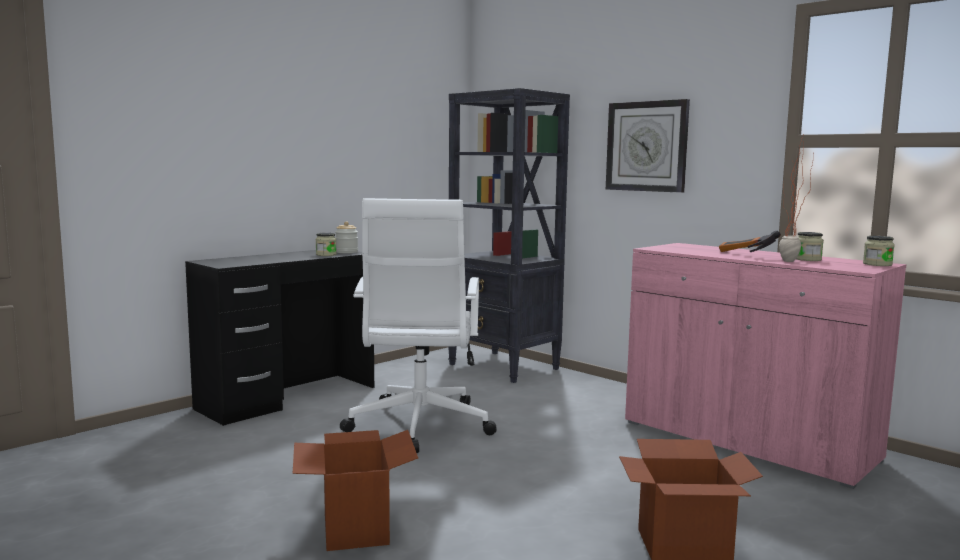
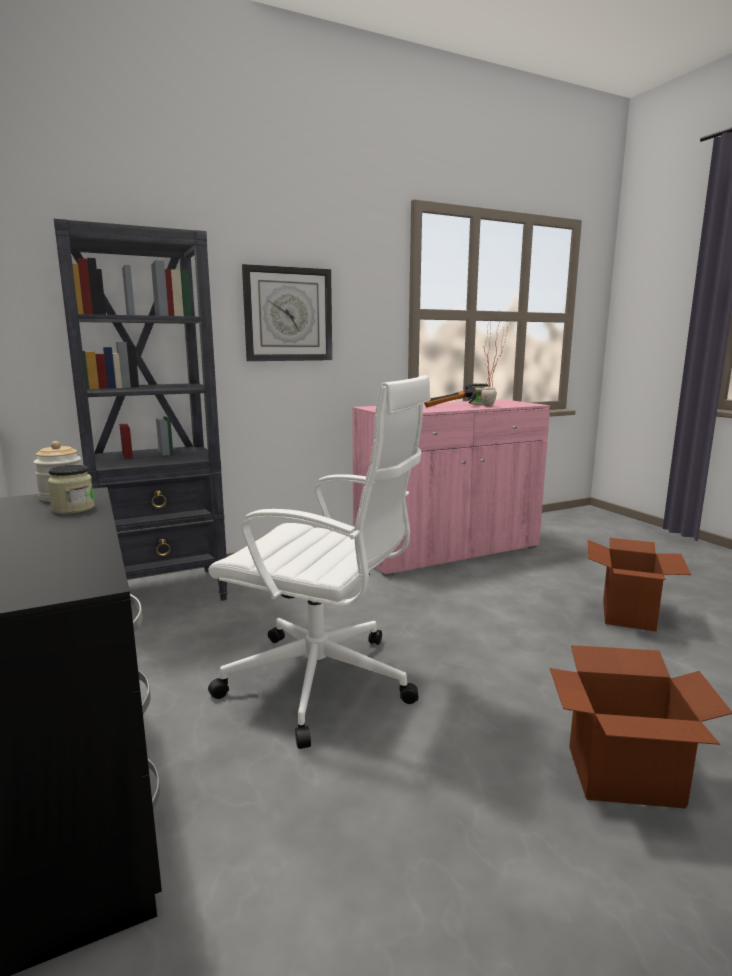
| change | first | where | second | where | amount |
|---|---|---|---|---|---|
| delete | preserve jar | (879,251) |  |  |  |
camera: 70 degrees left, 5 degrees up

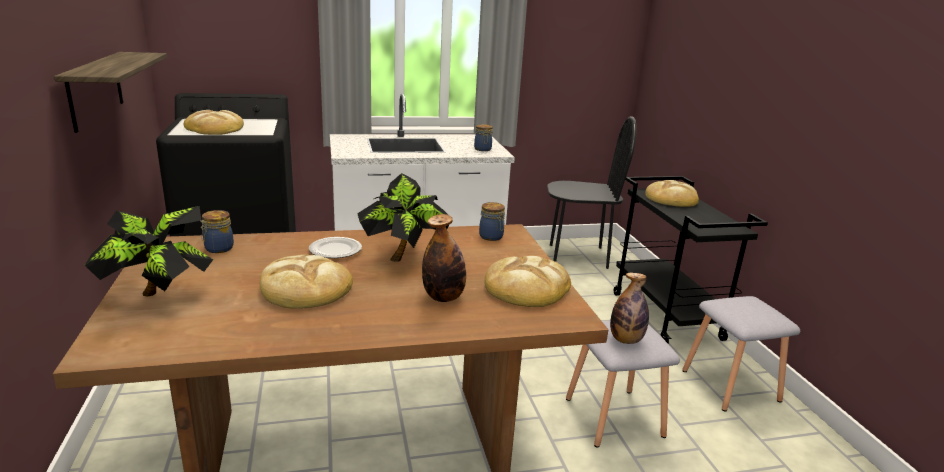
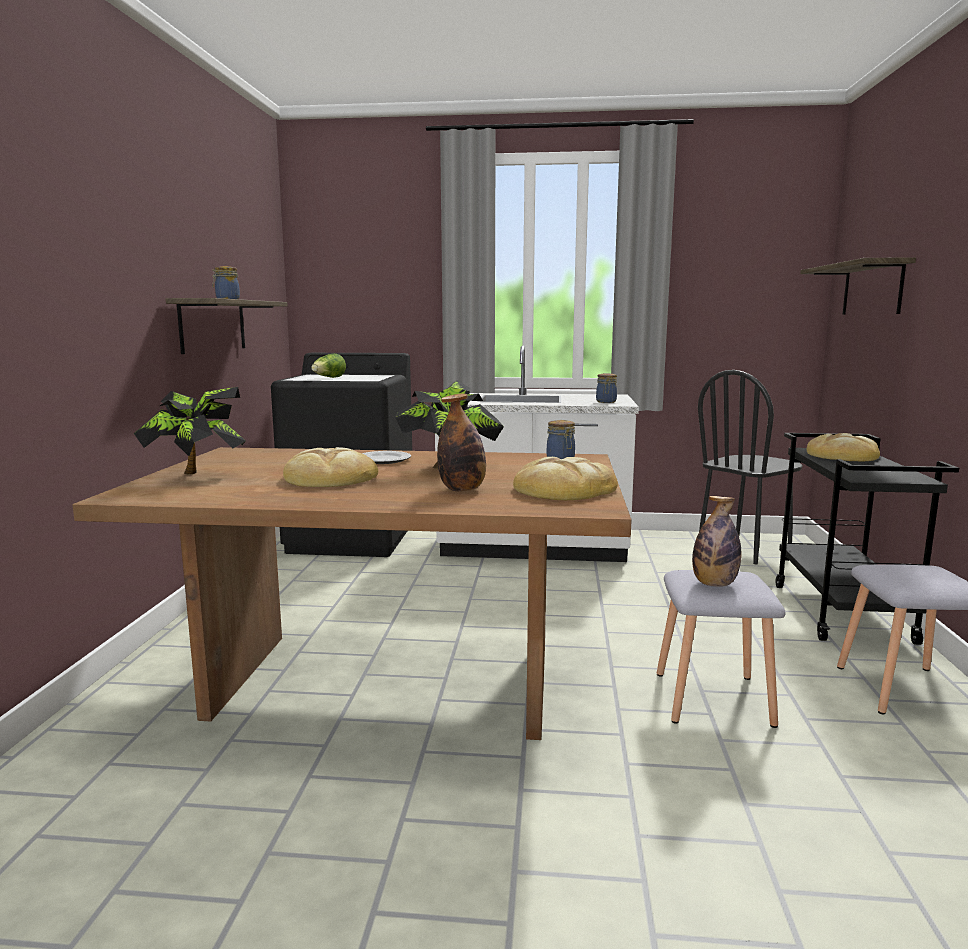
| change | first | where | second | where | amount |
|---|---|---|---|---|---|
| move | preserve jar | (217,231) |  | (226,282) |  |
| replace | bread | (214,122) | head of lettuce | (328,366) |  |
| rotate | blackish plain chair | (592,192) |  | (750,467) | 120 degrees clockwise |
| insert |  |  | wall shelf | (858,286) |  |
camera: 20 degrees right, 10 degrees down

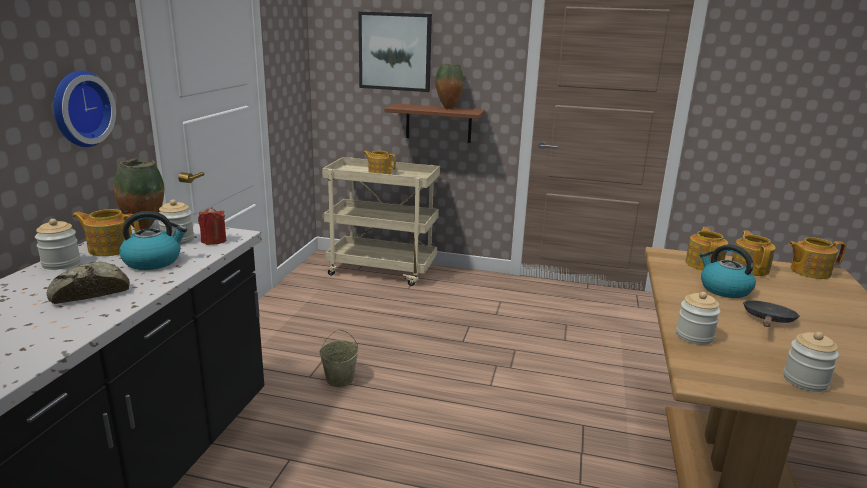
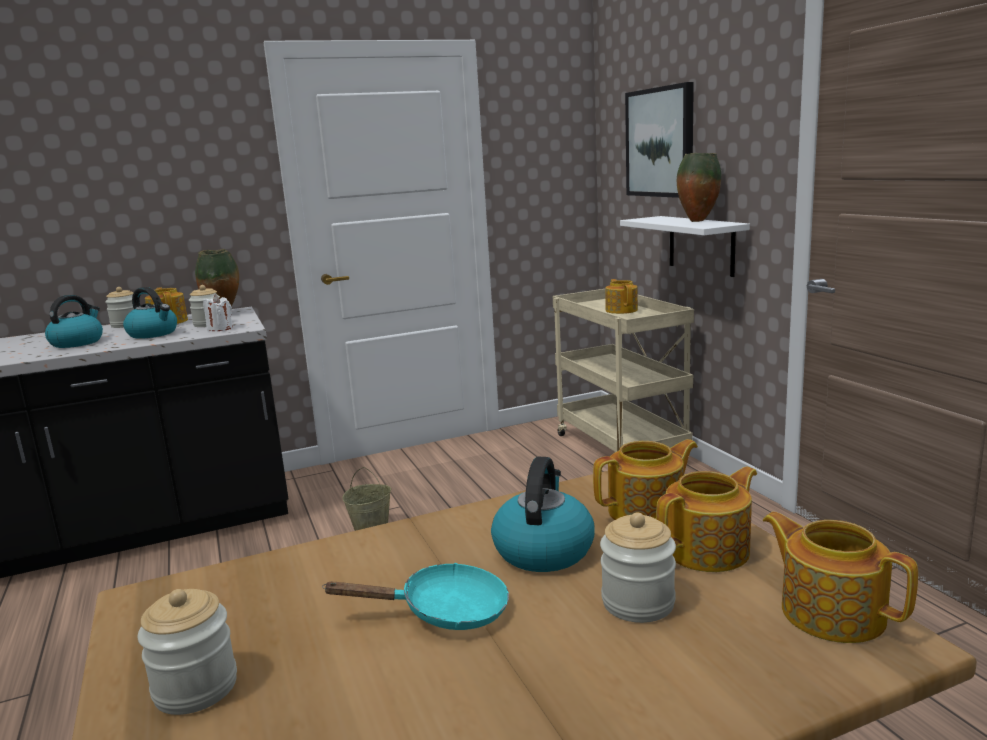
| change | first | where | second | where | amount |
|---|---|---|---|---|---|
| replace | bread | (88,283) | water kettle | (74,321) |  |
| recolor | red candle | (212,226) | white-coloured candle | (218,313) |  |
| recolor | blackish pan | (771,313) | turquoise-coloured pan | (415,596) |  |
| move | preserve jar | (698,318) |  | (638,567) |  |
| recolor | brownish wall shelf | (434,123) | white-coloured wall shelf | (685,246) |  |
| delete | hanging clock | (84,109) |  |  |  |
camera: 55 degrees right, 5 degrees down

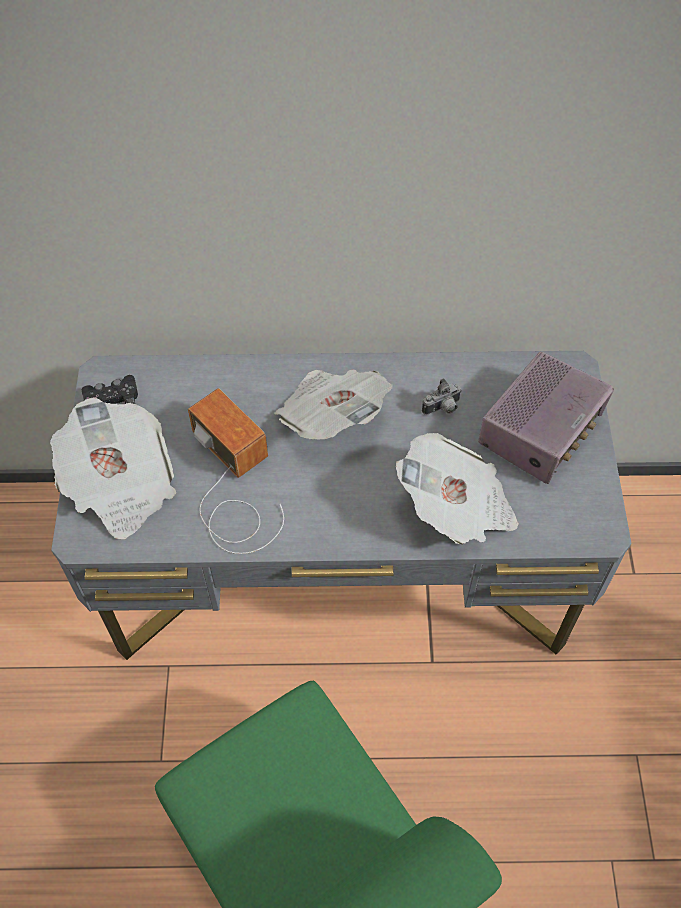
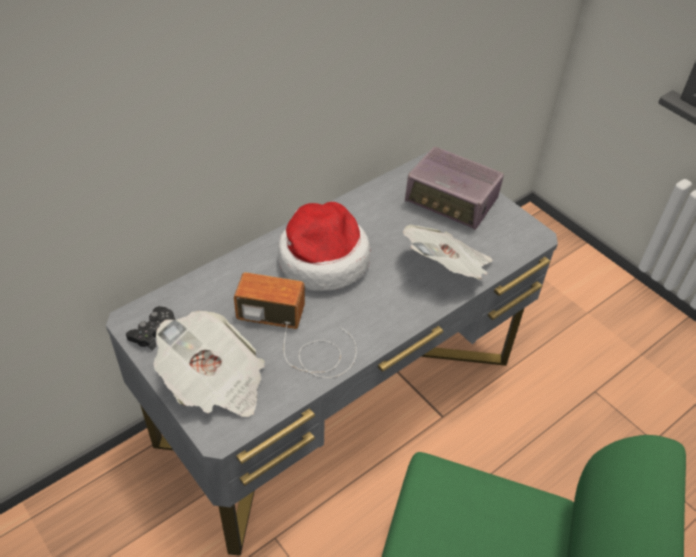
| change | first | where | second | where | amount |
|---|---|---|---|---|---|
| replace | newspaper | (334,404) | clothing hat | (324,246) |  |
| rotate | radio receiver | (546,418) |  | (454,188) | 120 degrees clockwise |
| delete | photo camera | (442,396) |  |  |  |
camera: 40 degrees left, 10 degrees down

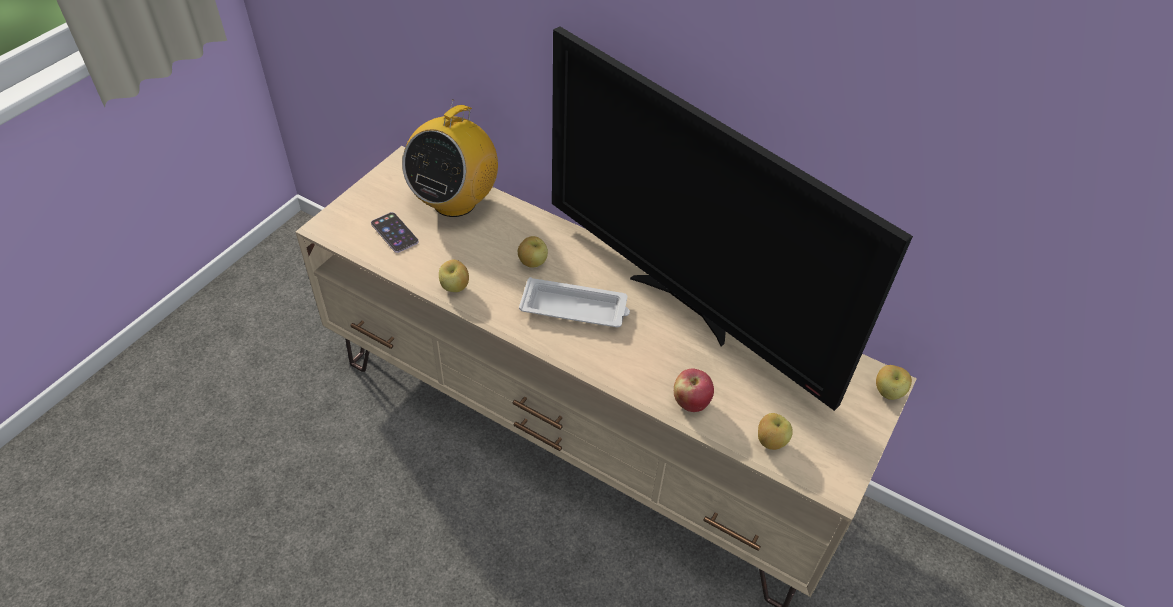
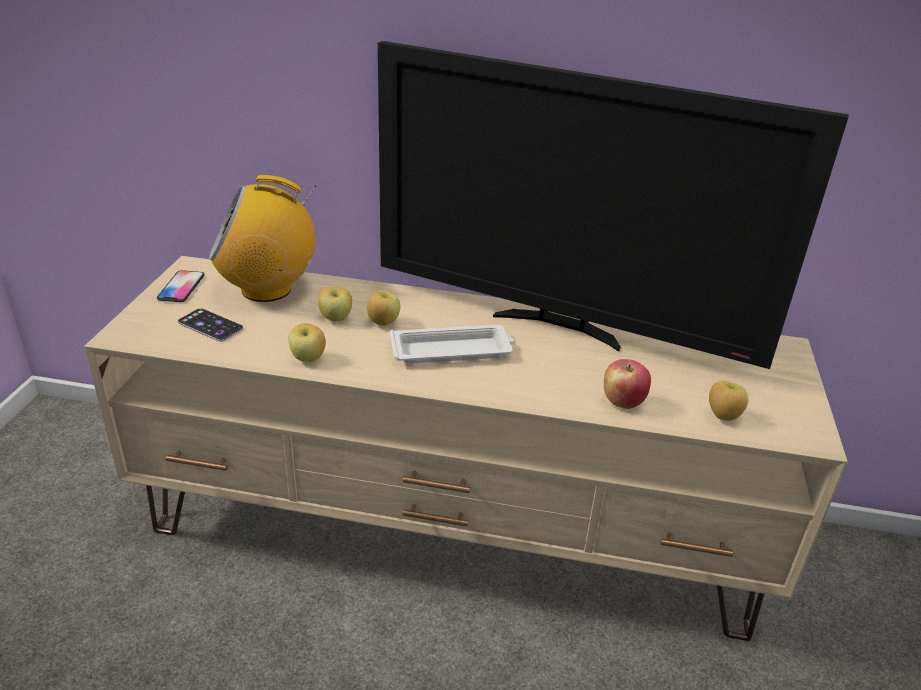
| change | first | where | second | where | amount |
|---|---|---|---|---|---|
| insert |  |  | handset | (181,286) |  |
| rotate | radio receiver | (450,158) |  | (263,238) | 75 degrees clockwise |
| move | apple fruit | (894,382) |  | (335,304) |  |
camera: 20 degrees left, 15 degrees down

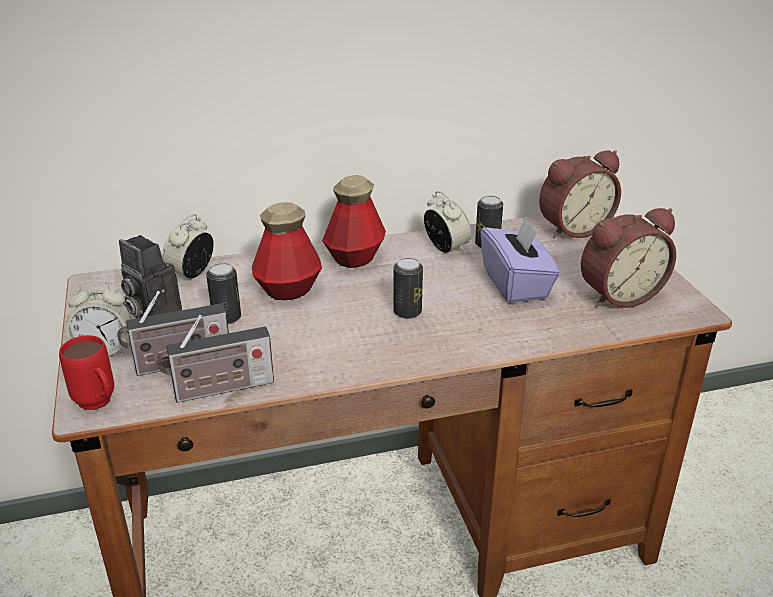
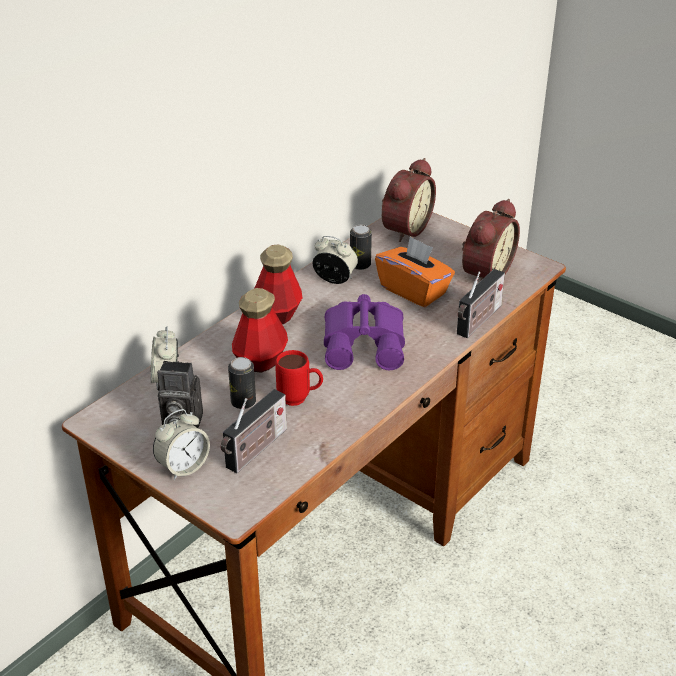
| change | first | where | second | where | amount |
|---|---|---|---|---|---|
| move | red mug | (86,372) |  | (299,378) |  |
| replace | can | (408,288) | purple-coloured binoculars | (364,332) |  |
| recolor | purple-coloured box of tissues | (520,259) | orangey box of tissues | (415,271) |  |
| move | radio receiver | (215,359) |  | (481,303) |  |
camera: 35 degrees left, 5 degrees up

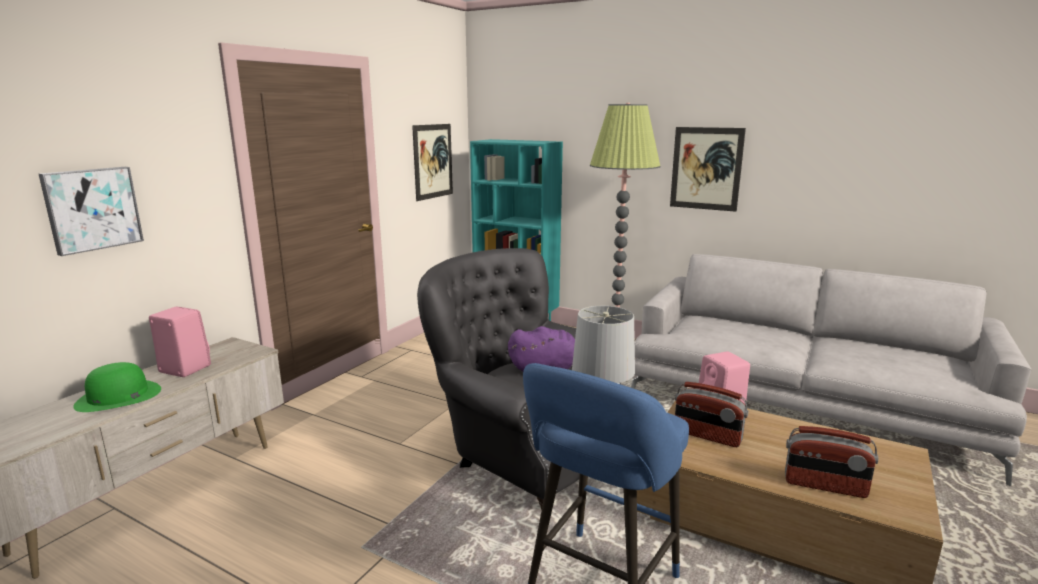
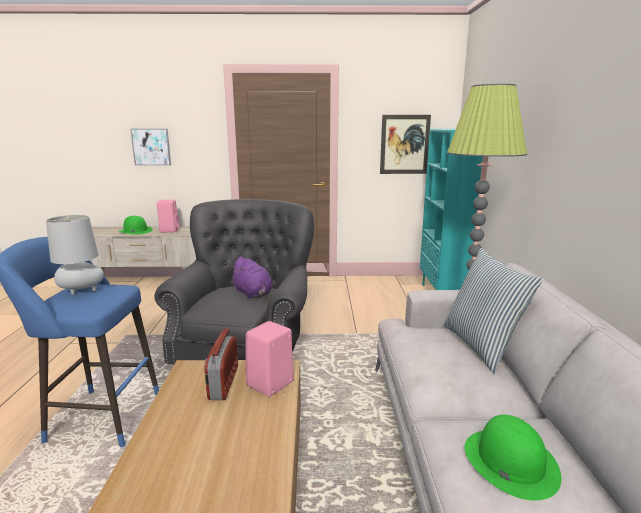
| change | first | where | second | where | amount |
|---|---|---|---|---|---|
| insert |  |  | throw pillow | (494,311) |  |
| insert |  |  | green clothing hat | (513,458) |  |
| delete | wall picture | (708,169) |  |  |  |
| delete | radio receiver | (831,462) |  |  |  |
camera: 60 degrees right, 0 degrees up

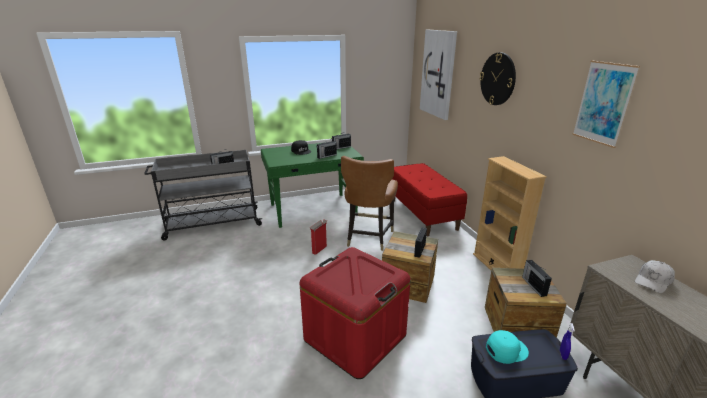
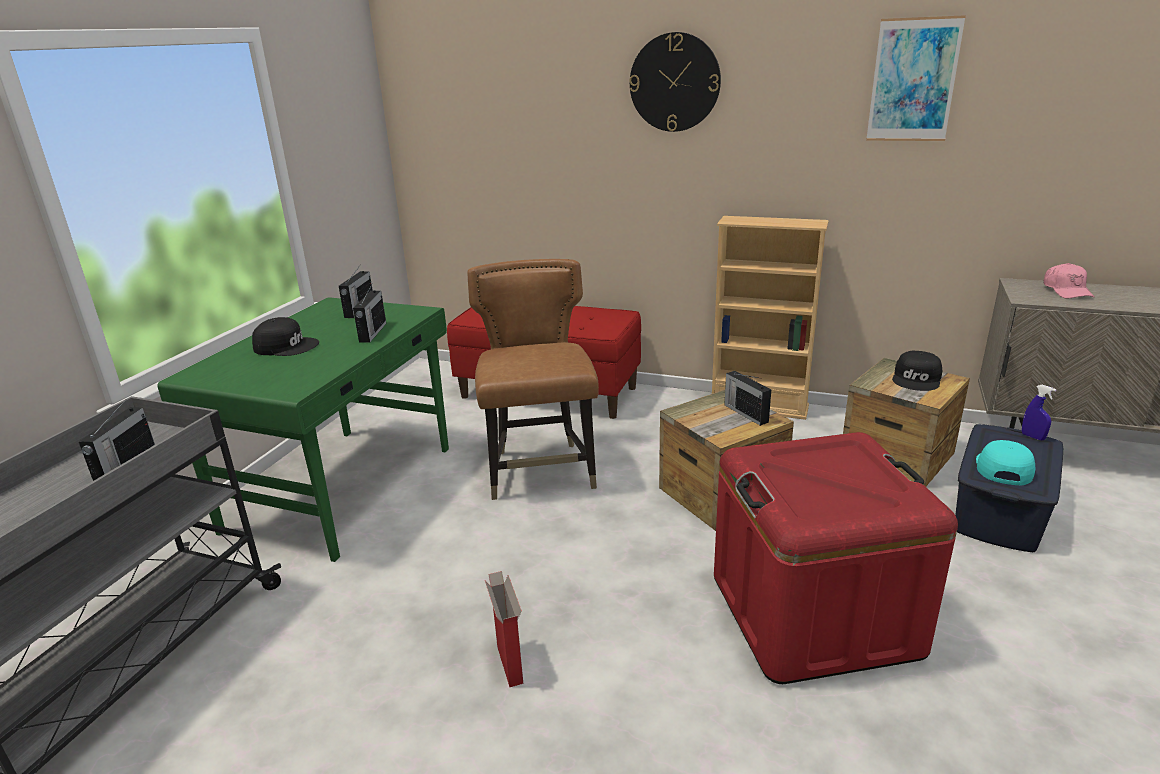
| change | first | where | second | where | amount |
|---|---|---|---|---|---|
| rotate | brownish plain chair | (369,203) |  | (533,379) | 150 degrees counterclockwise |
| move | carton | (318,237) |  | (504,629) |  |
| replace | radio receiver | (537,278) | blackish baseball cap | (917,371) |  |
| recolor | white-coloured baseball cap | (655,276) | pinkish baseball cap | (1069,281) |  |
| delete | wall picture | (438,75) |  |  |  |
camera: 50 degrees left, 0 degrees up

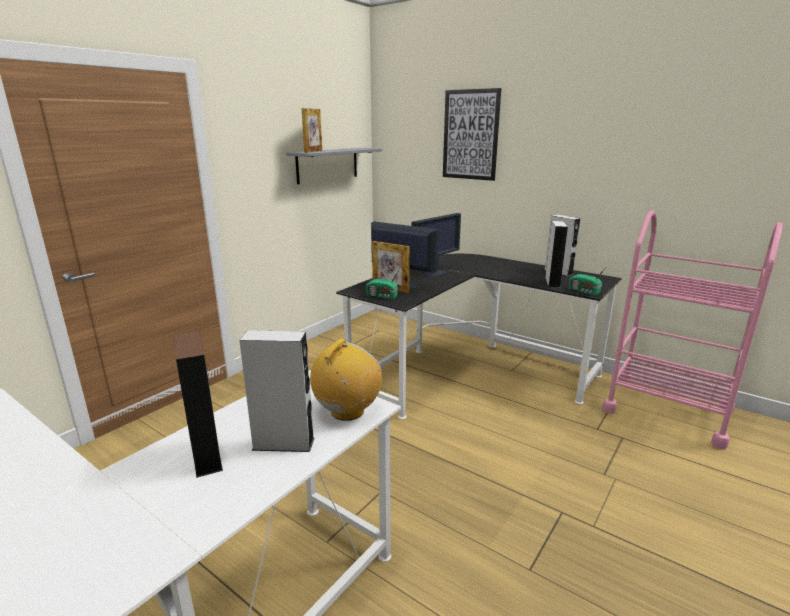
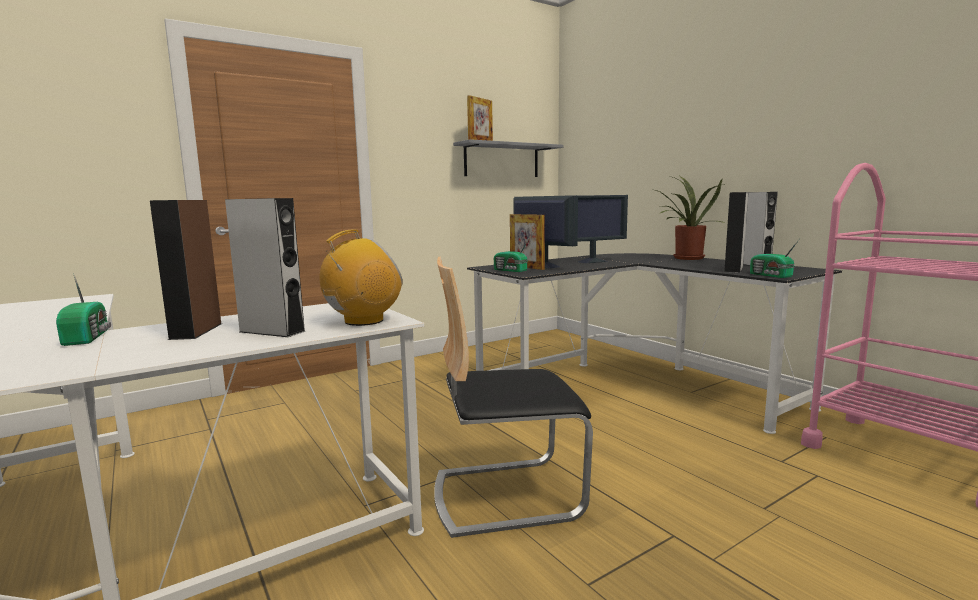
| change | first | where | second | where | amount |
|---|---|---|---|---|---|
| insert |  |  | radio receiver | (83,309) |  |
| insert |  |  | plain chair | (513,397) |  |
| insert |  |  | potted plant | (690,218) |  |
| delete | wall picture | (472,134) |  |  |  |
camera: 20 degrees right, 10 degrees down

